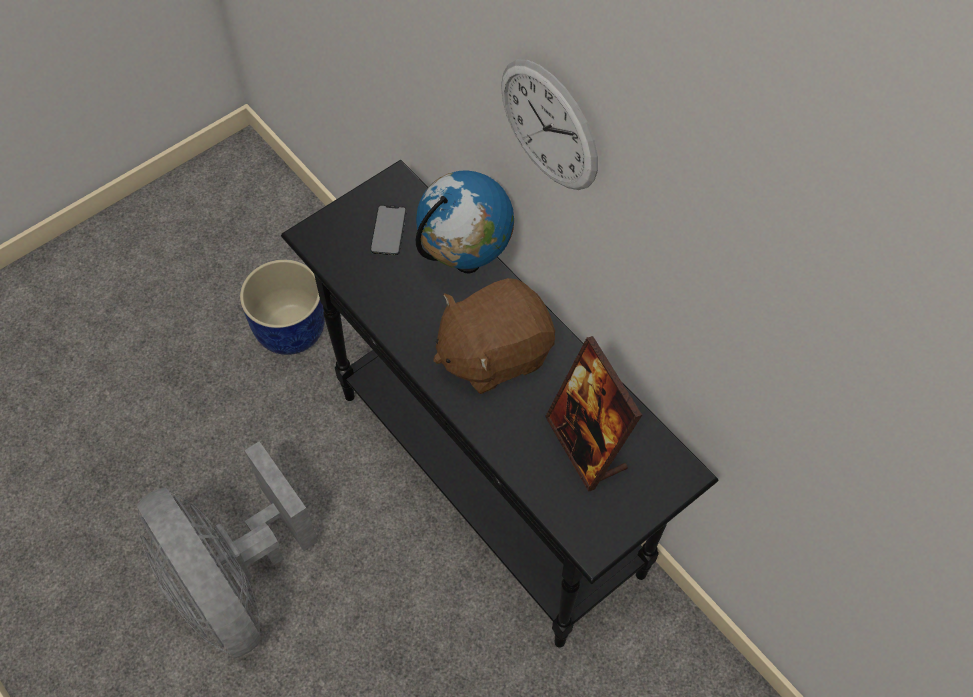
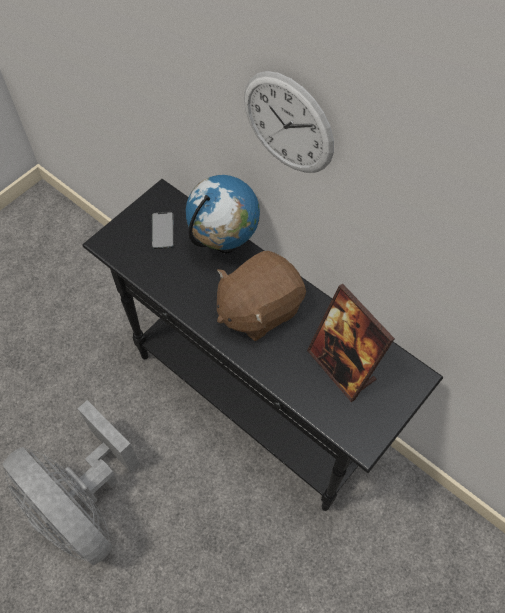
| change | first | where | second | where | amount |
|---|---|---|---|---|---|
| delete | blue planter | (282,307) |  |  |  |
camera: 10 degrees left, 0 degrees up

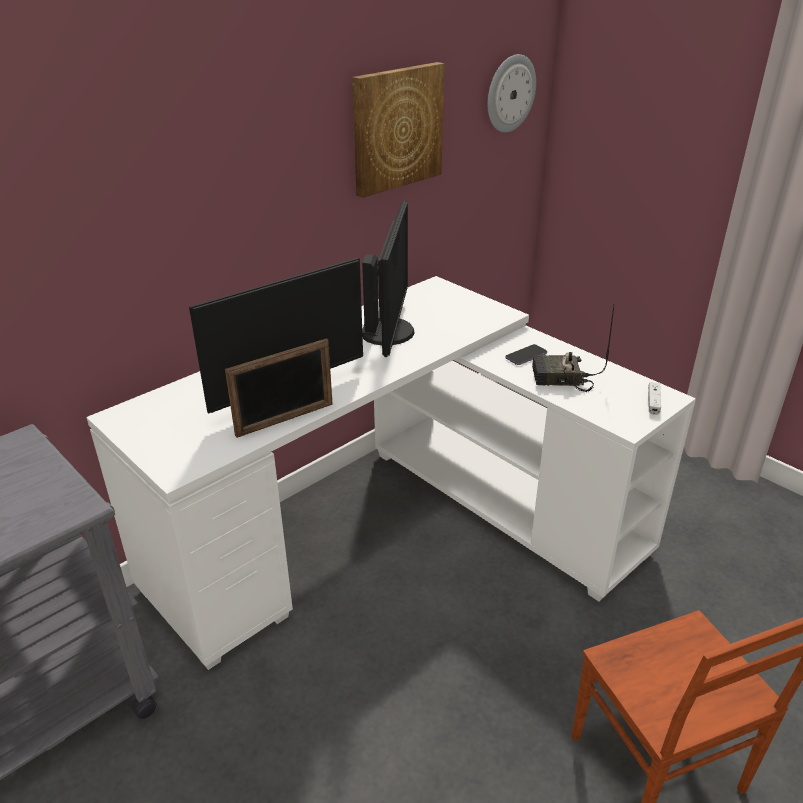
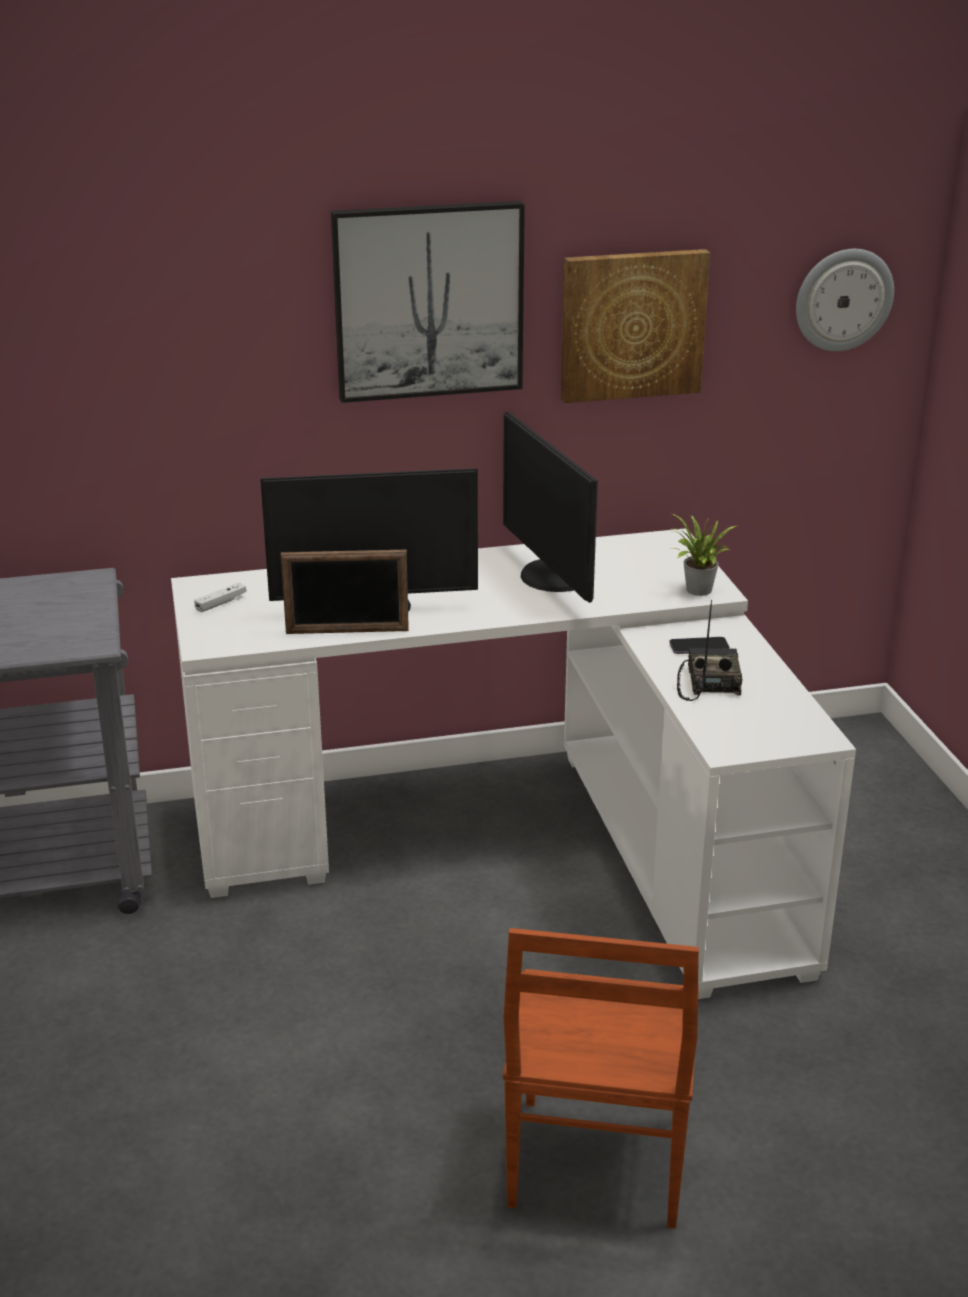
| change | first | where | second | where | amount |
|---|---|---|---|---|---|
| move | white-coloured gamepad | (654,398) |  | (220,597) |  |
| insert |  |  | wall picture | (428,302) |  |
| rotate | computer display | (388,278) |  | (550,507) | 120 degrees clockwise |
| insert |  |  | potted plant | (703,555) |  |
| rotate | radio receiver | (573,348) |  | (709,650) | 60 degrees clockwise |
camera: 30 degrees right, 5 degrees down

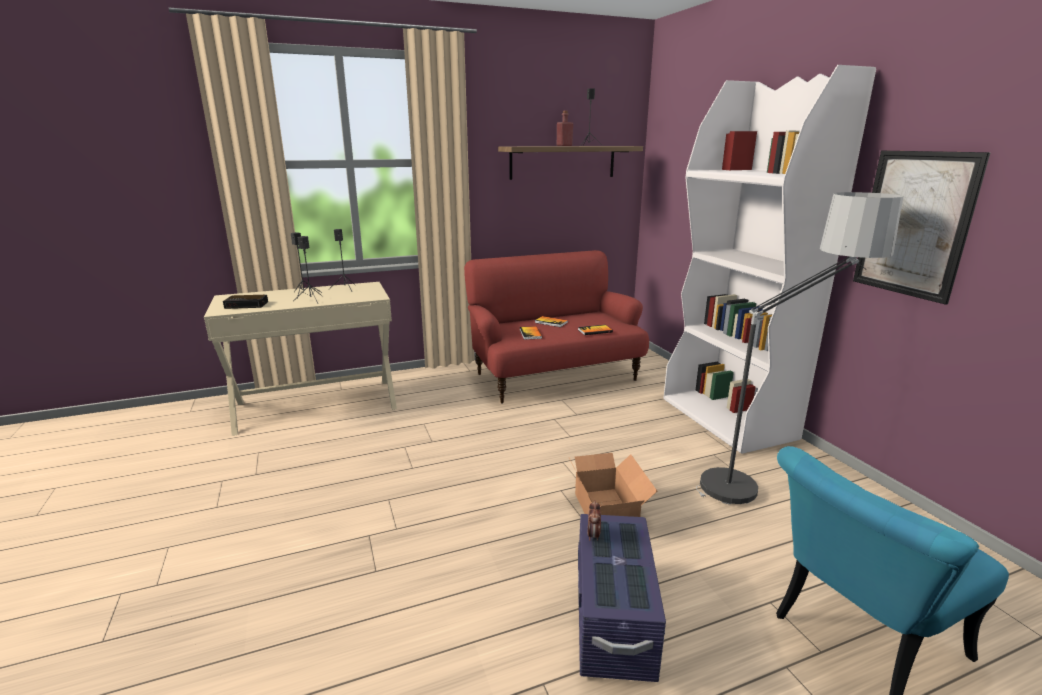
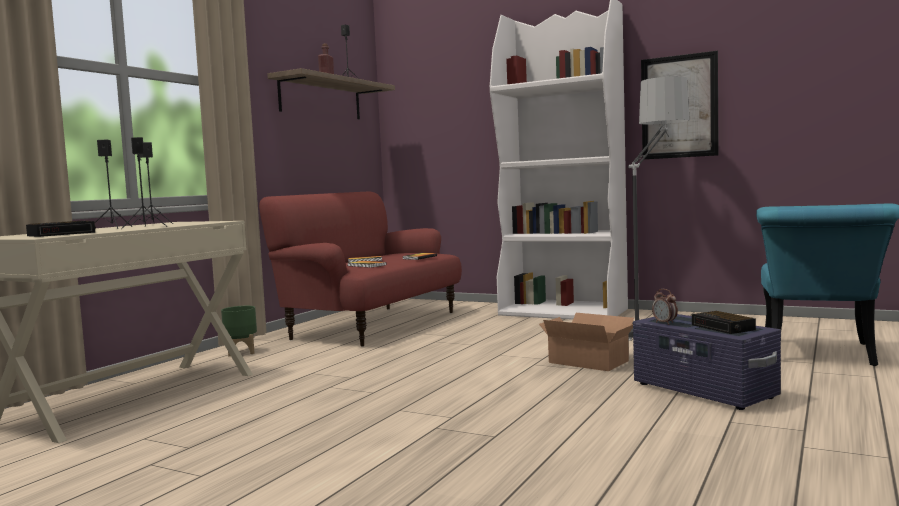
| change | first | where | second | where | amount |
|---|---|---|---|---|---|
| insert |  |  | green planter | (239,331) |  |
| insert |  |  | bedside clock | (724,322) |  |
camera: 40 degrees left, 15 degrees down

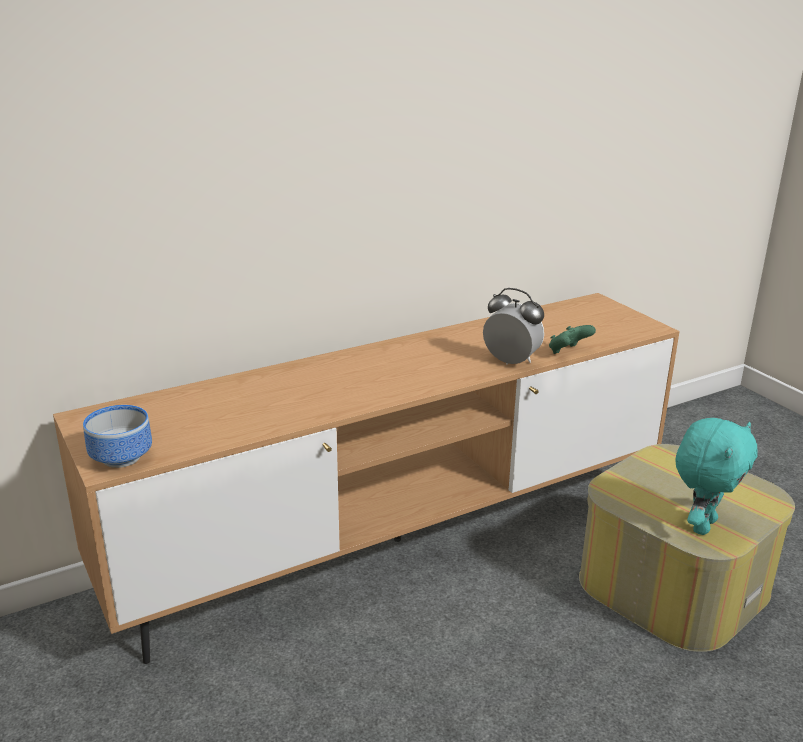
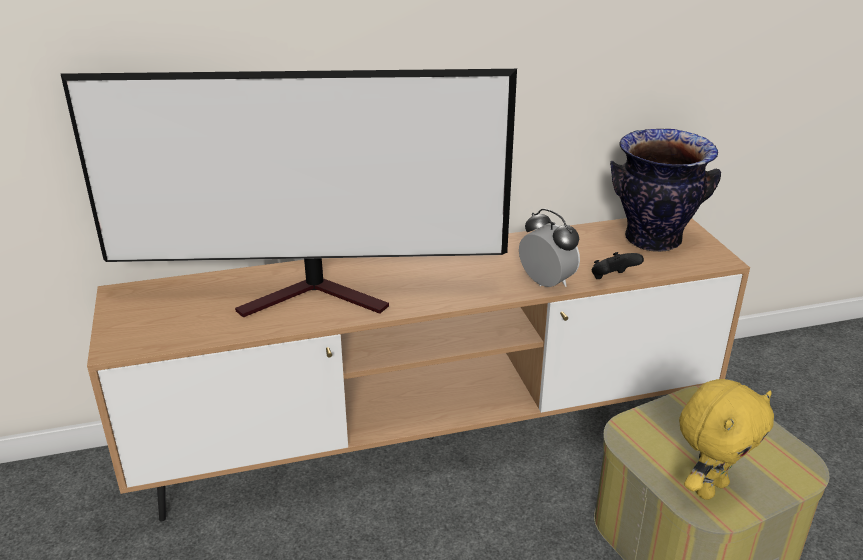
| change | first | where | second | where | amount |
|---|---|---|---|---|---|
| insert |  |  | TV | (289,193) |  |
| recolor | green gamepad | (572,339) | blackish gamepad | (618,265) |  |
| insert |  |  | vase | (665,190) |  |
| recolor | turquoise-coloured plush toy | (717,476) | yellowish plush toy | (726,439) |  |
| delete | deep dish | (117,436) |  |  |  |
camera: 15 degrees right, 5 degrees up

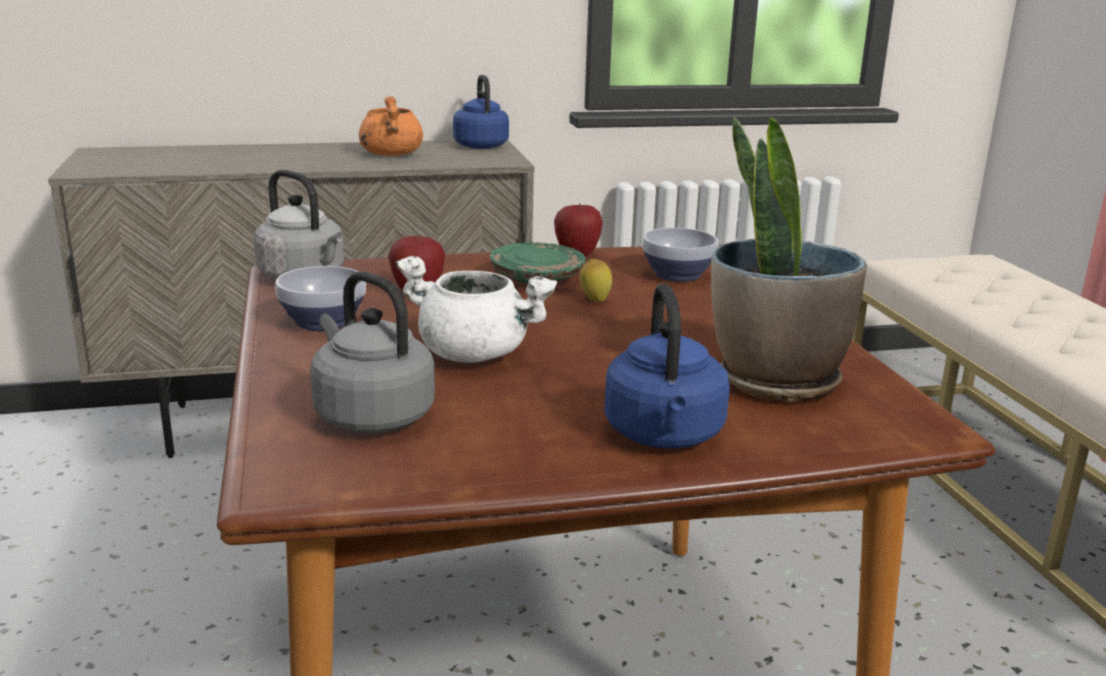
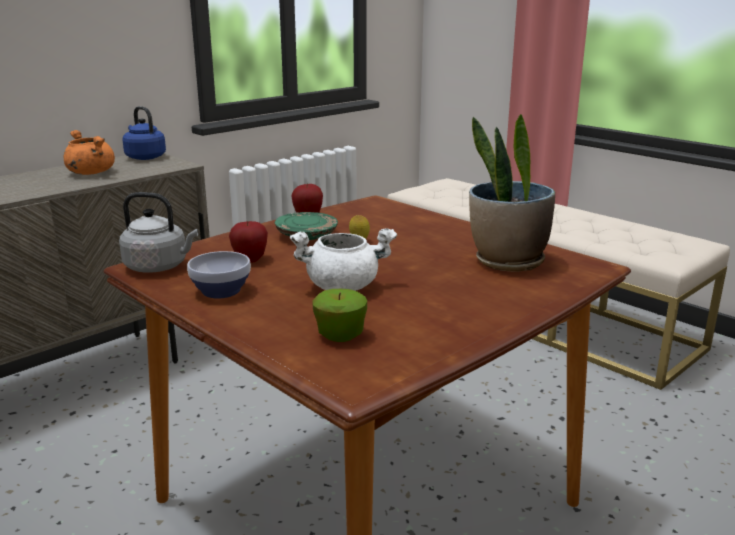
| change | first | where | second | where | amount |
|---|---|---|---|---|---|
| replace | grey water kettle | (372,352) | apple fruit | (339,315) |  |
| delete | blue water kettle | (667,366) |  |  |  |
| delete | deep dish | (680,255) |  |  |  |
camera: 30 degrees left, 0 degrees up

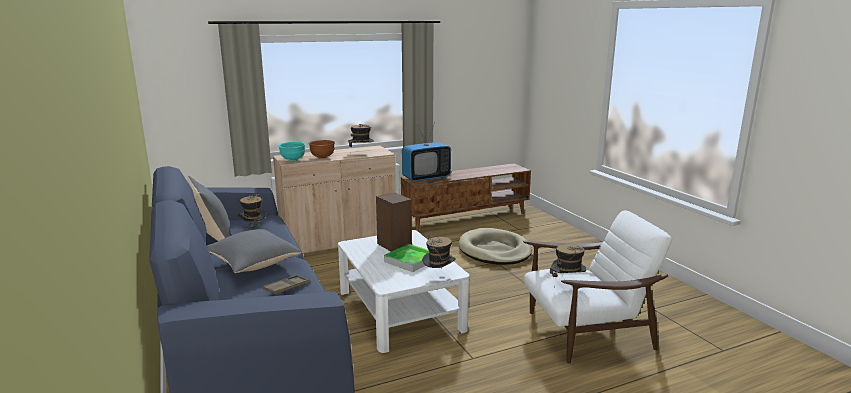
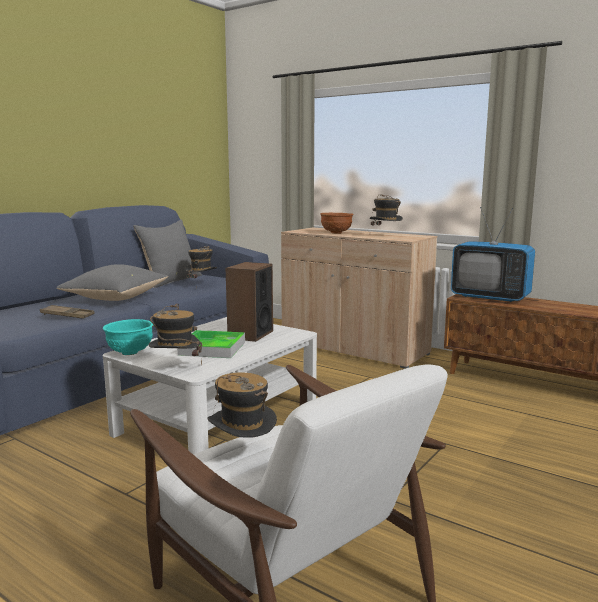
| change | first | where | second | where | amount |
|---|---|---|---|---|---|
| move | turquoise-coloured deep dish | (292,151) |  | (128,337) |  |
| delete | sand-coloured dog bed | (495,246) |  |  |  |
camera: 60 degrees right, 5 degrees down

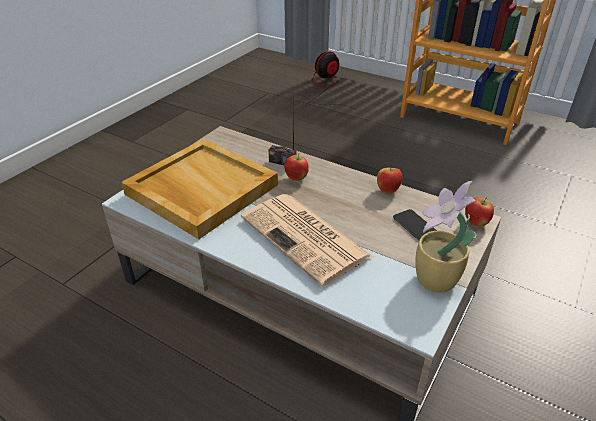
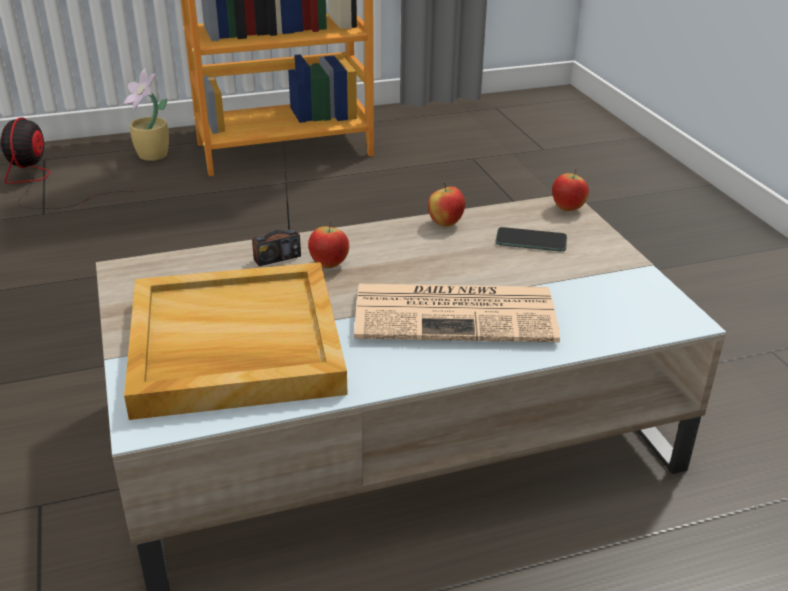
| change | first | where | second | where | amount |
|---|---|---|---|---|---|
| move | potted plant | (446,236) |  | (146,115) |  |
camera: 50 degrees left, 5 degrees down

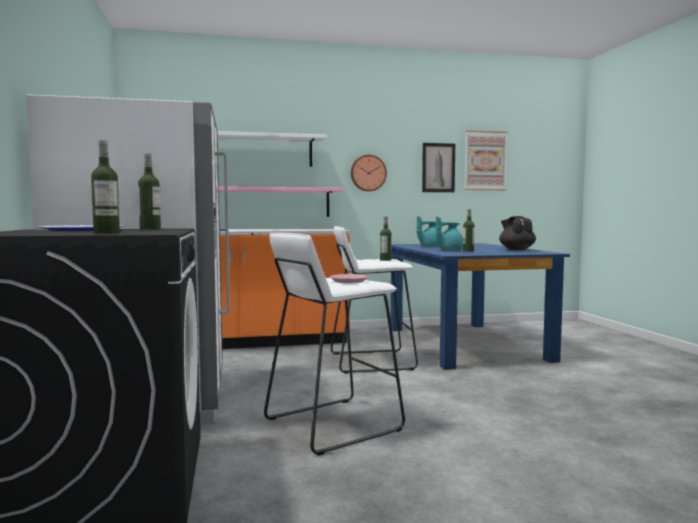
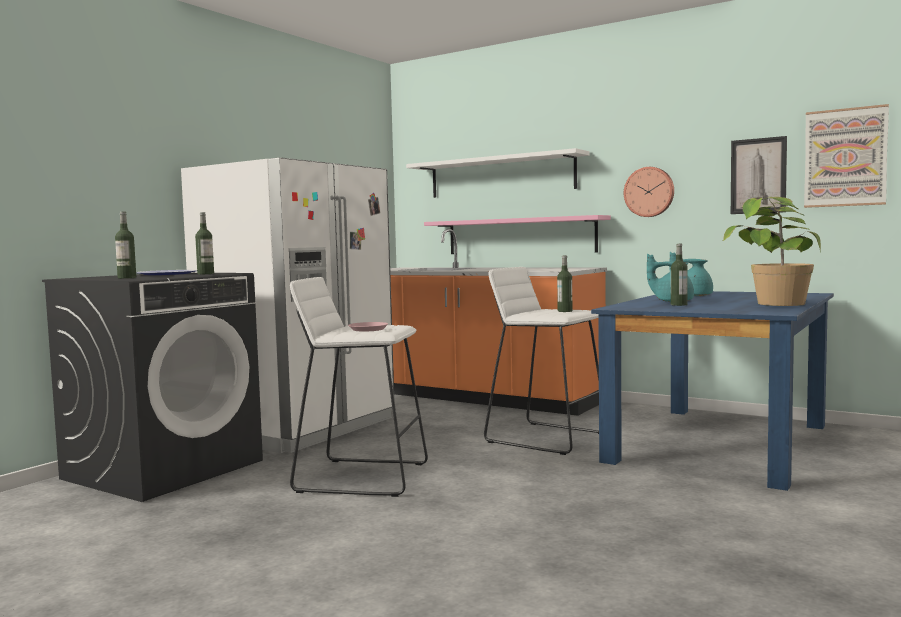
| change | first | where | second | where | amount |
|---|---|---|---|---|---|
| replace | blackish pot for tea | (517,233) | potted plant | (772,251) |  |
camera: 45 degrees right, 0 degrees up

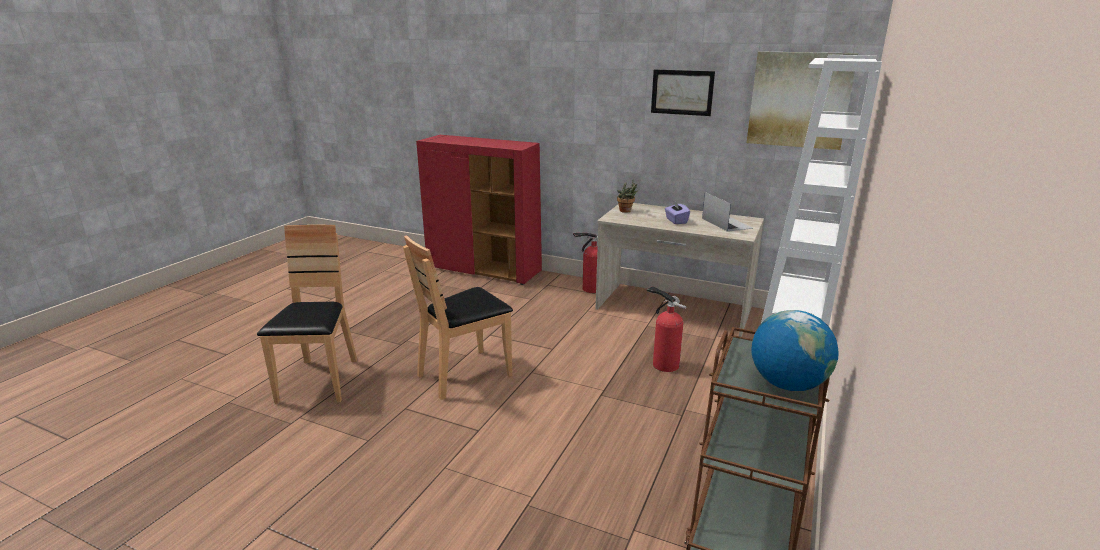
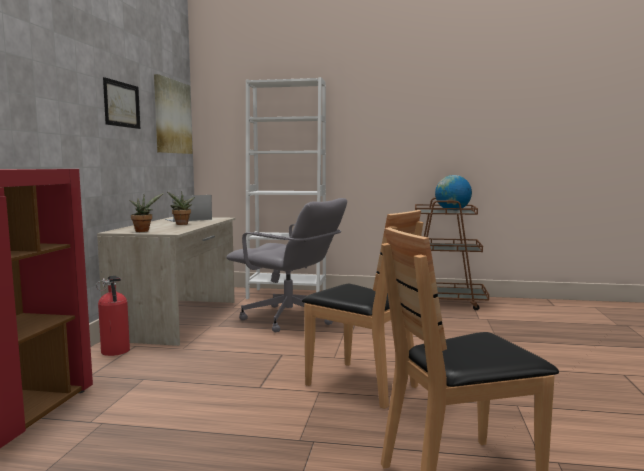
| change | first | where | second | where | amount |
|---|---|---|---|---|---|
| replace | purple-coloured box of tissues | (677,212) | potted plant | (181,208) |  |
| replace | extinguisher | (667,329) | grey office chair | (286,265) |  |
camera: 105 degrees left, 15 degrees down

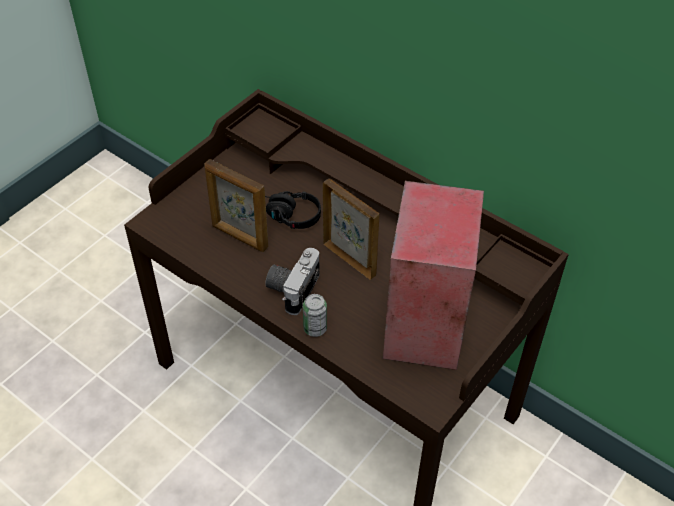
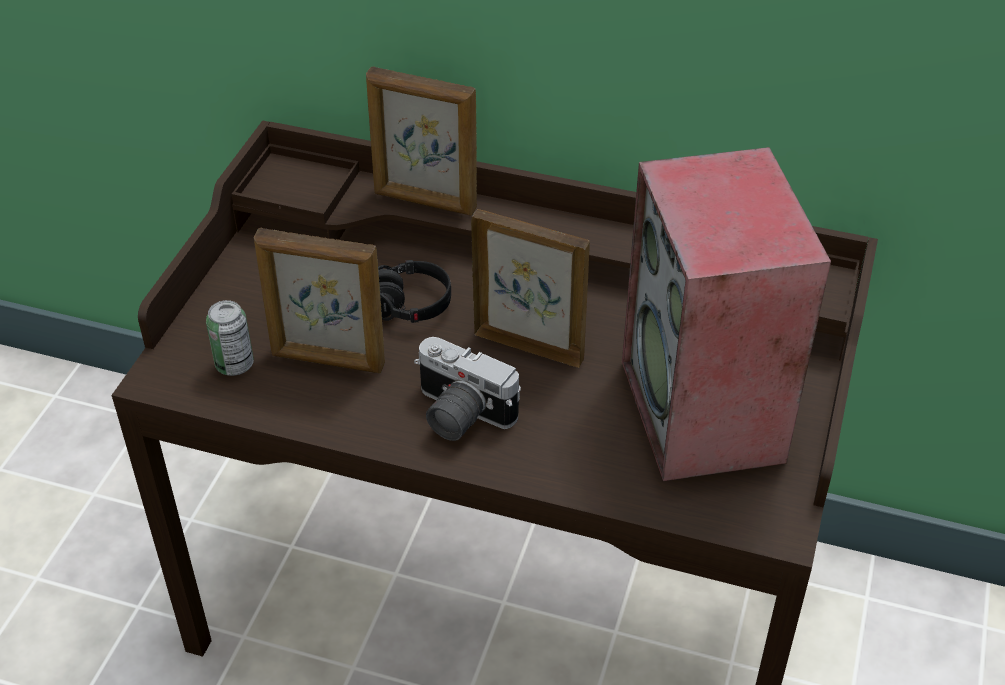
| change | first | where | second | where | amount |
|---|---|---|---|---|---|
| move | can | (315,315) |  | (230,338) |  |
| insert |  |  | photo frame | (421,141) |  |
| rotate | photo camera | (292,281) |  | (467,389) | 60 degrees counterclockwise |
camera: 20 degrees left, 5 degrees down

